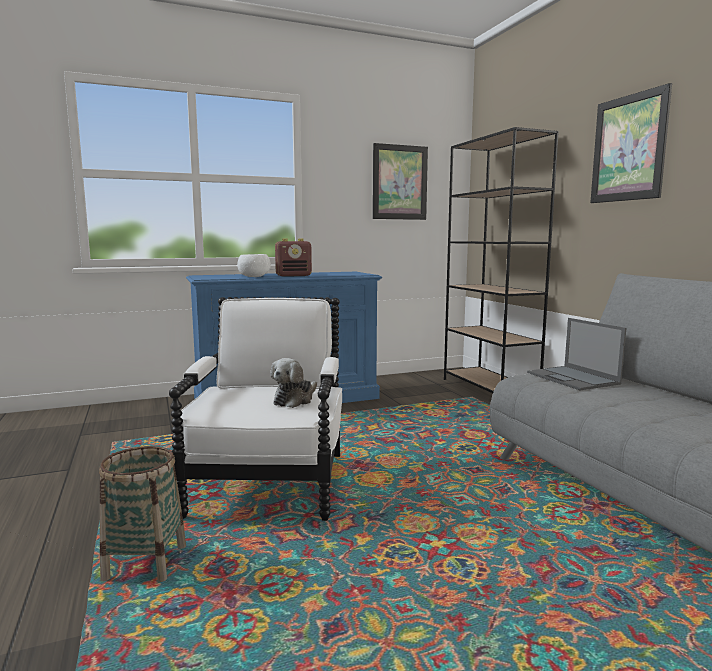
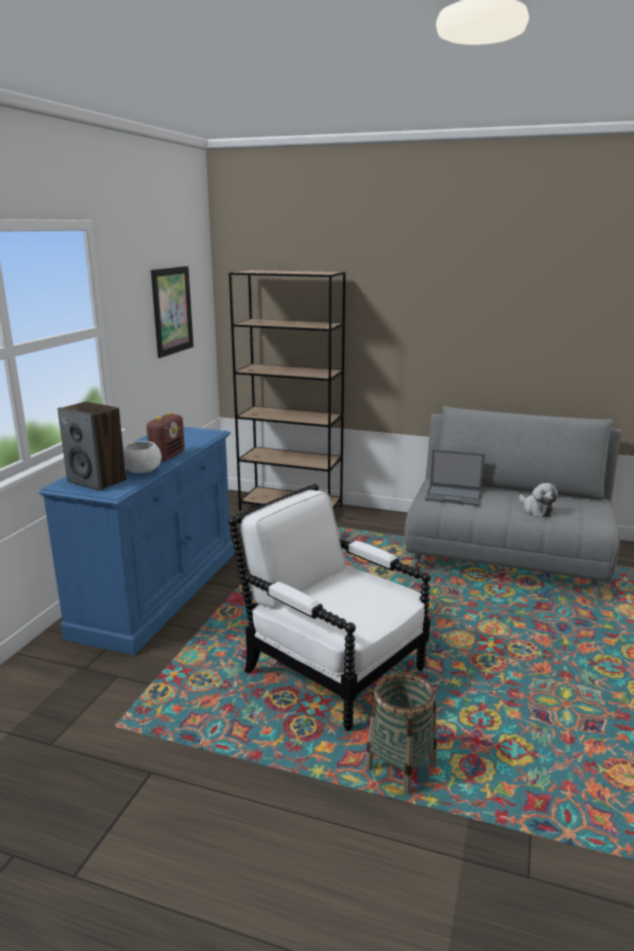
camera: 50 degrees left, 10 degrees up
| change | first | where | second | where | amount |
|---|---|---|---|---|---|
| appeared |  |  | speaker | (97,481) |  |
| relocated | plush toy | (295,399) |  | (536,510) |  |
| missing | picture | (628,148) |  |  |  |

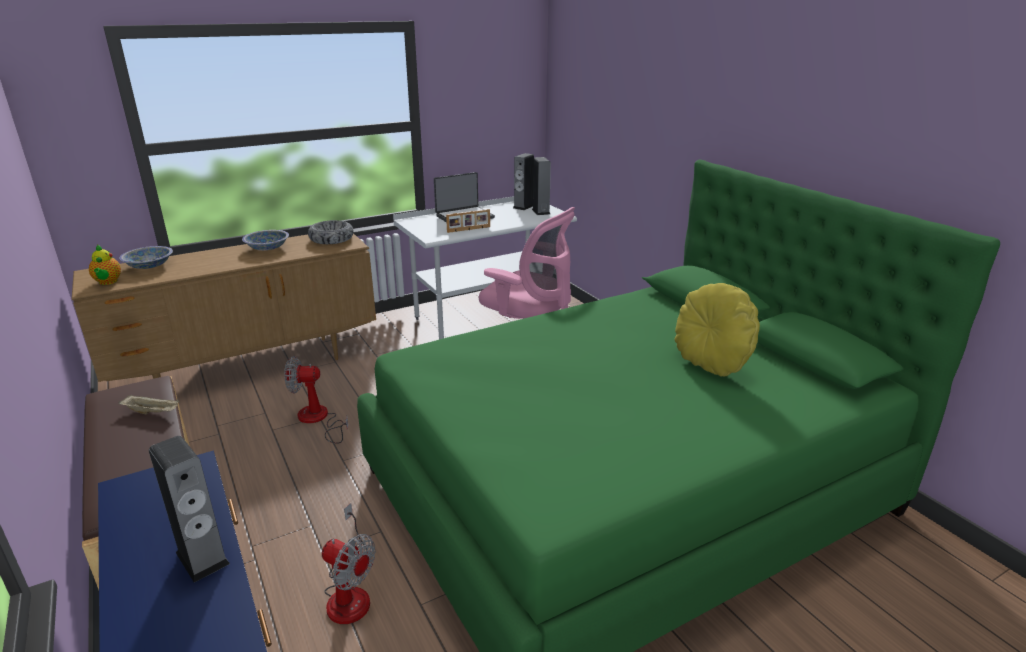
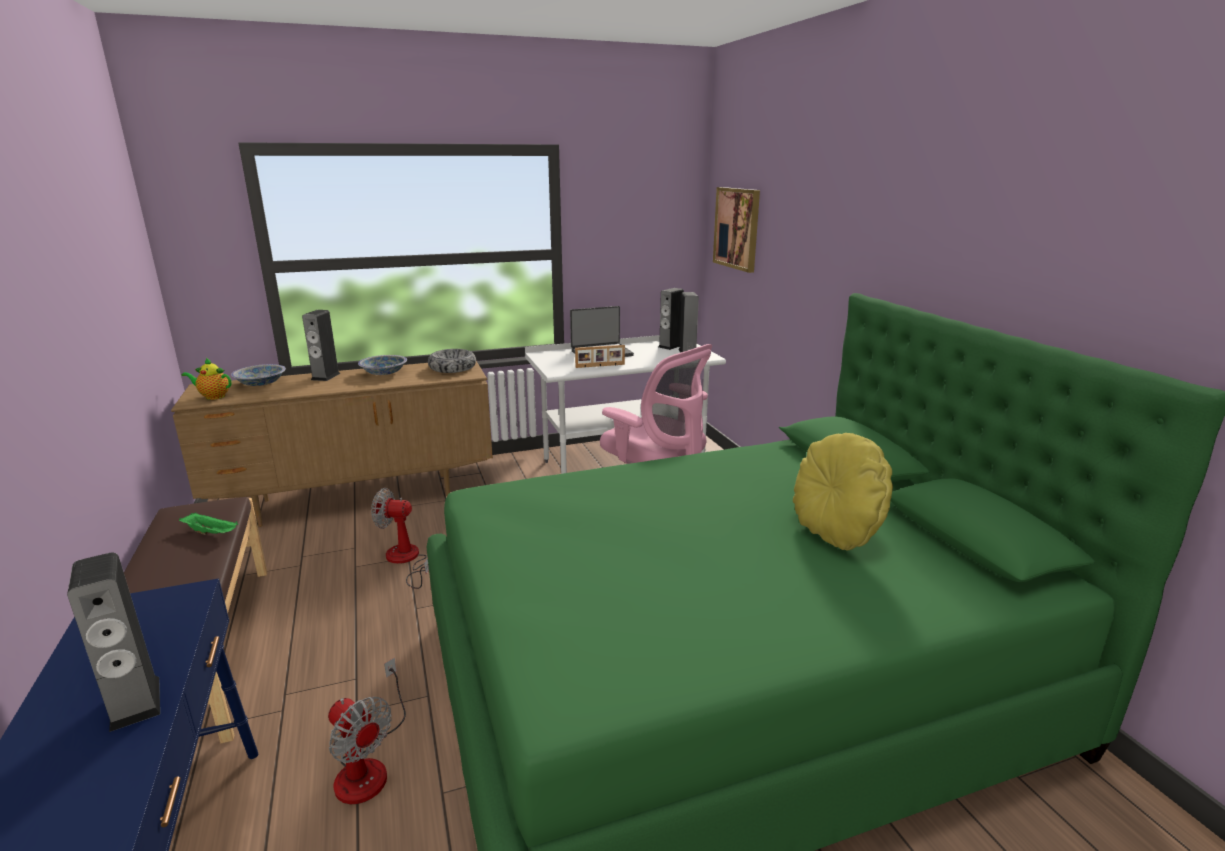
camera: 10 degrees right, 5 degrees down
| change | first | where | second | where | amount |
|---|---|---|---|---|---|
| colour | tray/beige | (153,412) | tray/green | (212,533) |  |
| spun | teapot | (108,282) |  | (213,396) | 105 degrees clockwise |
| appeared |  |  | speaker | (325,376) |  |
| appeared |  |  | picture | (737,228) |  |

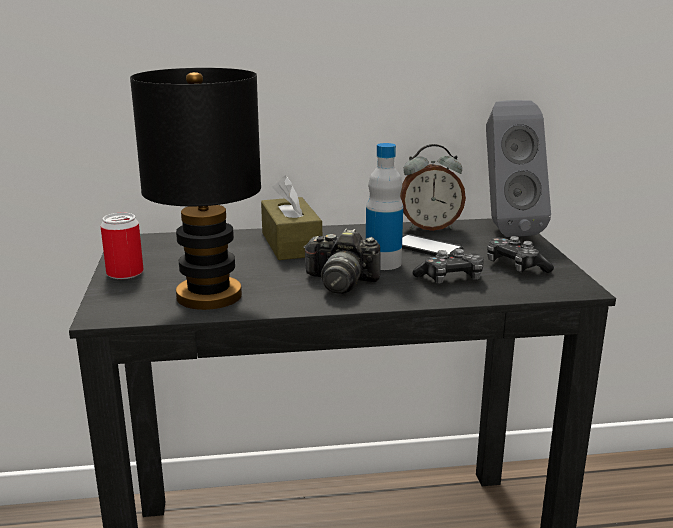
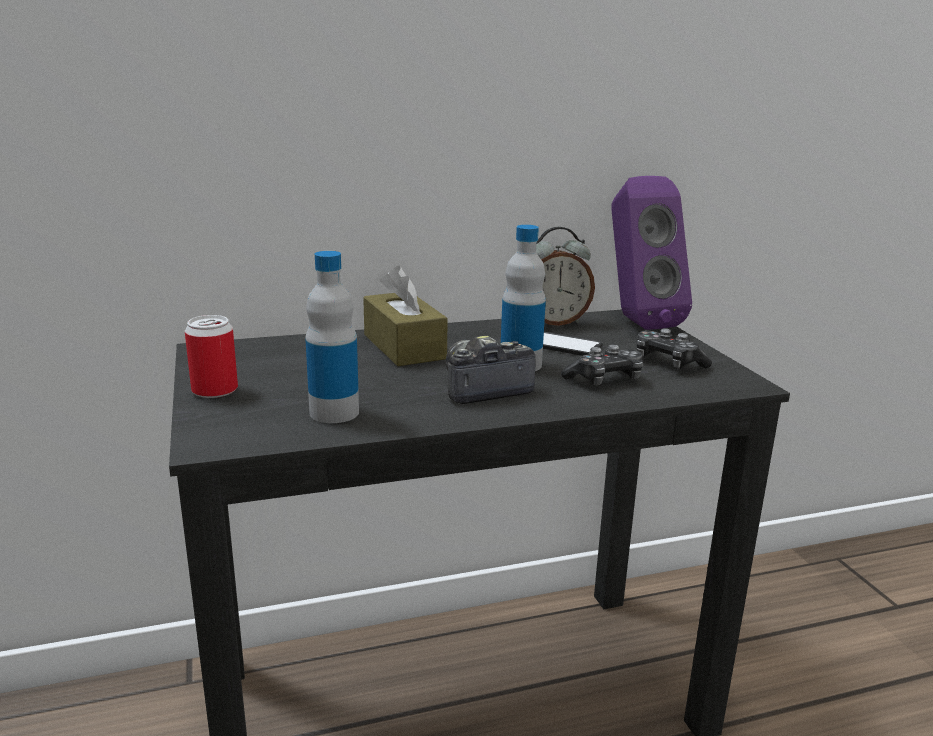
camera: 10 degrees left, 0 degrees up
| change | first | where | second | where | amount |
|---|---|---|---|---|---|
| exchanged | table lamp/black | (211,295) | bottle | (334,412) |  |
| spun | photo camera | (341,282) |  | (482,389) | 150 degrees clockwise |
| colour | speaker/grey | (505,229) | speaker/purple | (636,322) |  |

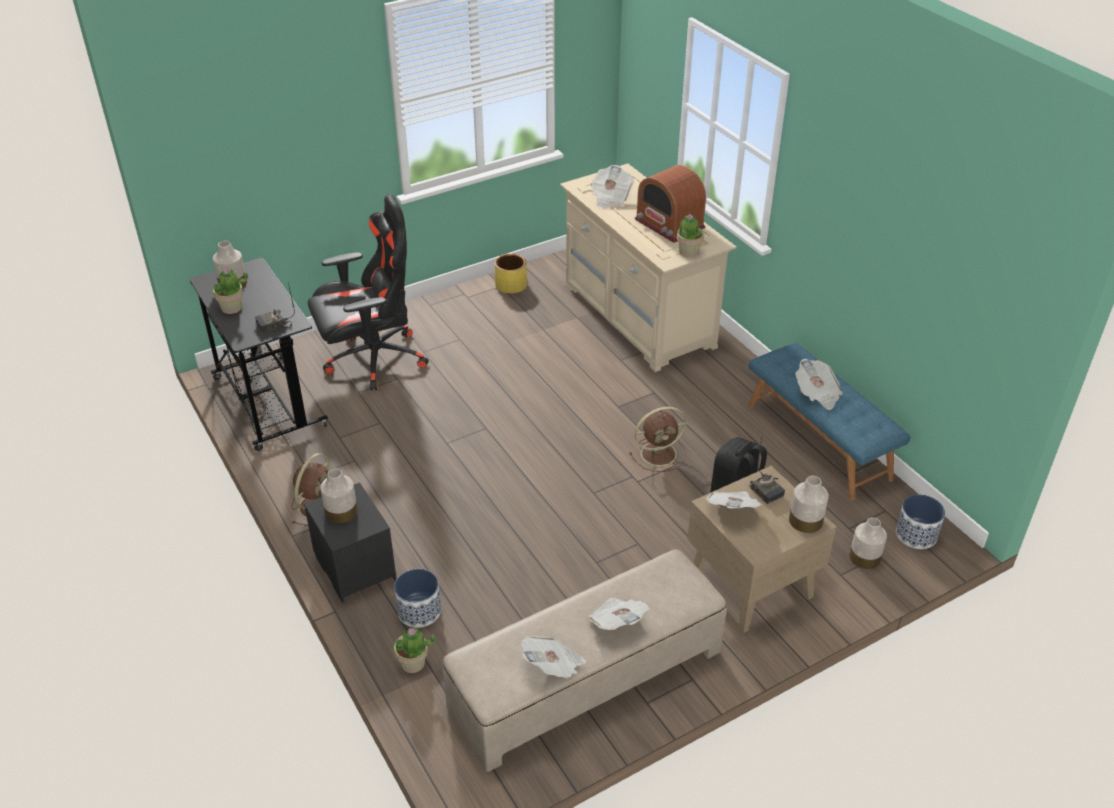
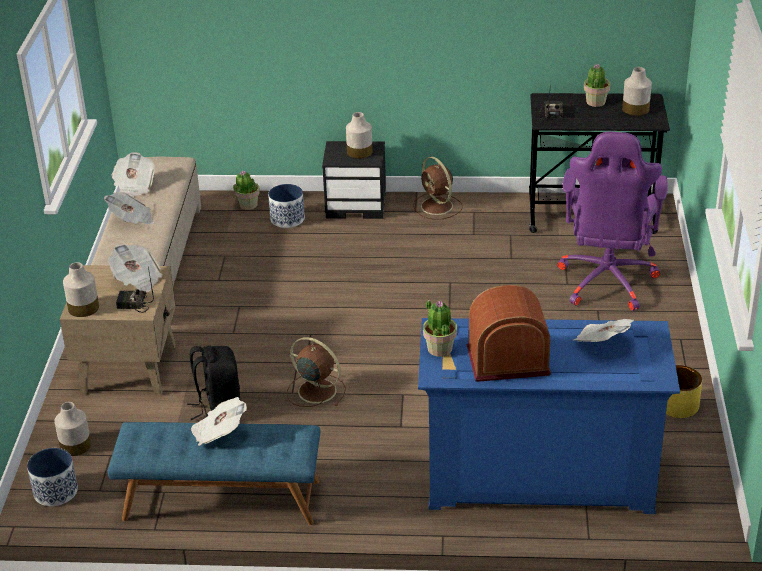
camera: 125 degrees right, 5 degrees down
| change | first | where | second | where | amount |
|---|---|---|---|---|---|
| spun | fan/brown | (660,453) |  | (315,390) | 105 degrees clockwise |
| colour | dresser/beige | (639,316) | dresser/blue | (538,476) |  |
| colour | office chair/black | (369,362) | office chair/purple | (607,276) |  |

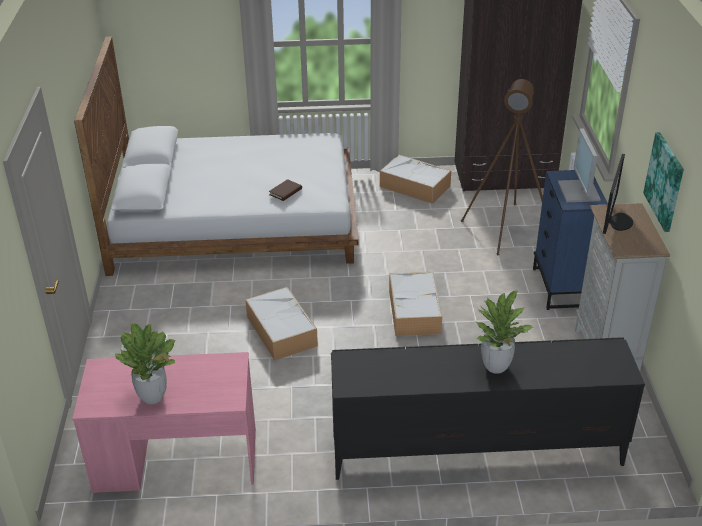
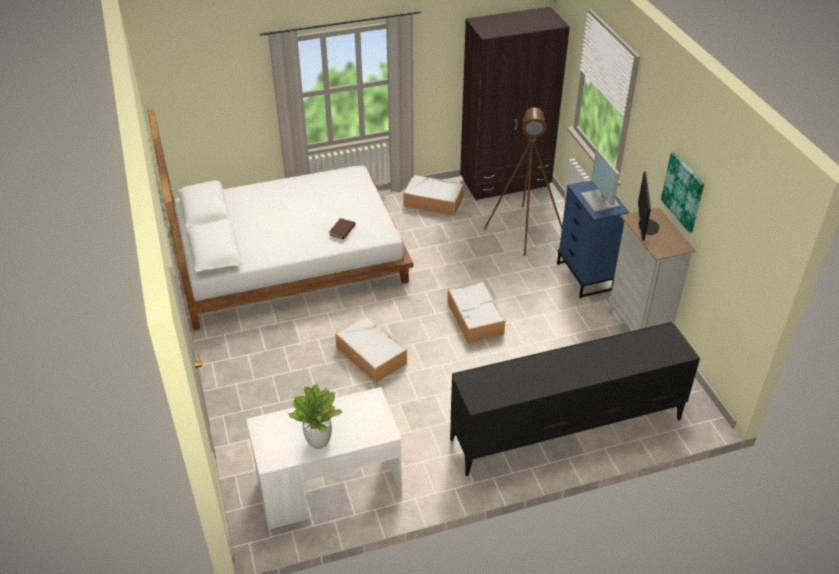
camera: 15 degrees left, 5 degrees up
| change | first | where | second | where | amount |
|---|---|---|---|---|---|
| colour | desk/pink | (176,460) | desk/white | (329,486) |  |
| missing | potted plant | (496,366) |  |  |  |

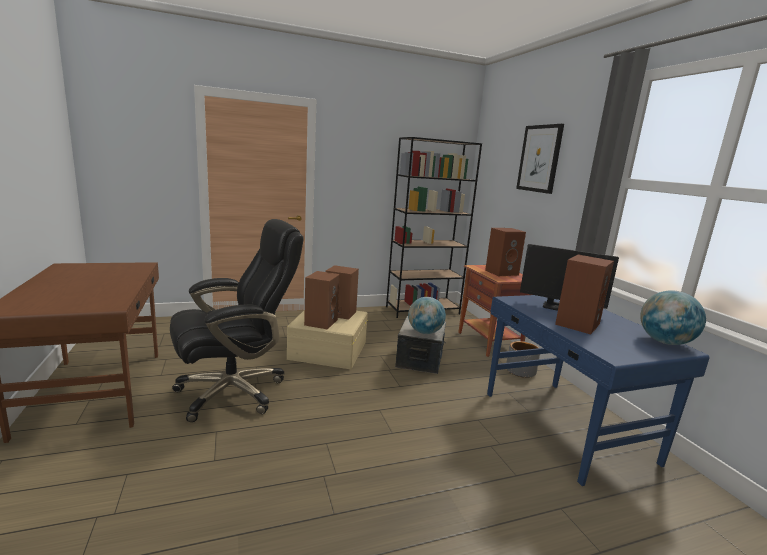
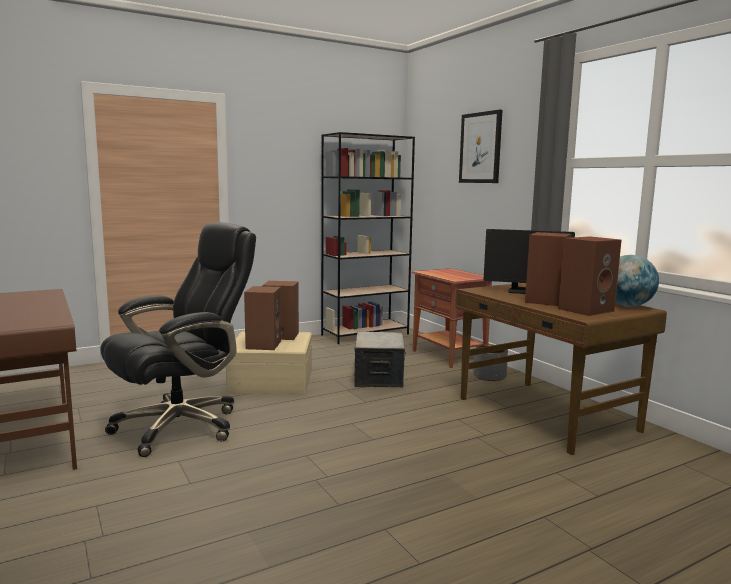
camera: 10 degrees left, 5 degrees down
| change | first | where | second | where | amount |
|---|---|---|---|---|---|
| colour | desk/blue | (564,427) | desk/brown | (545,415) |  |
| relocated | speaker/brown | (502,272) |  | (586,309) |  |
| missing | globe | (424,332) |  |  |  |

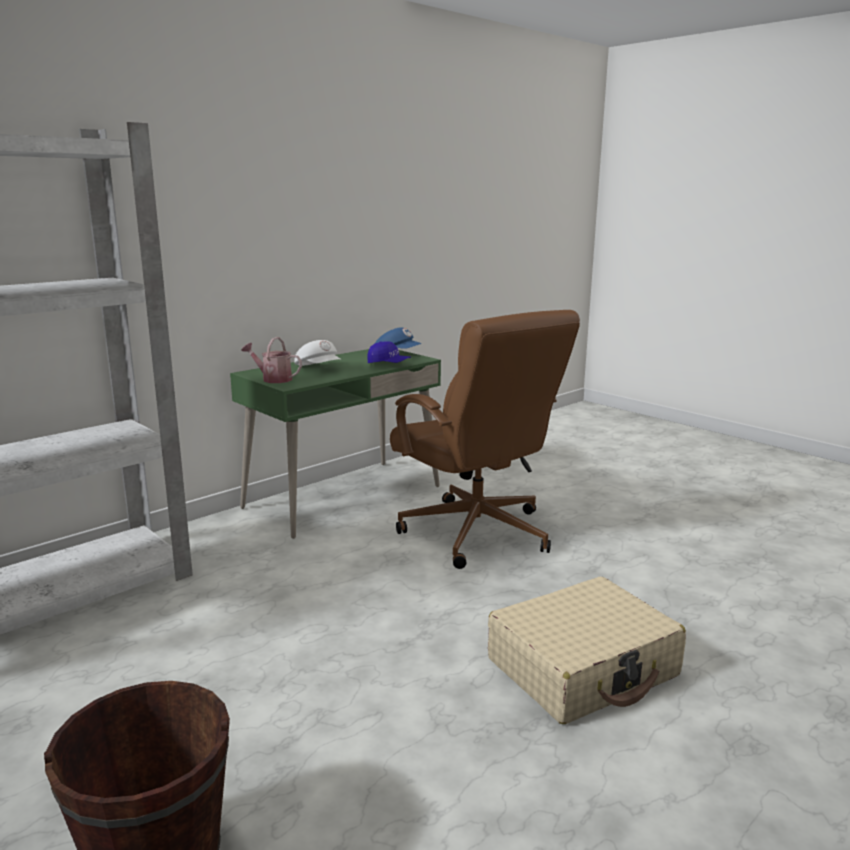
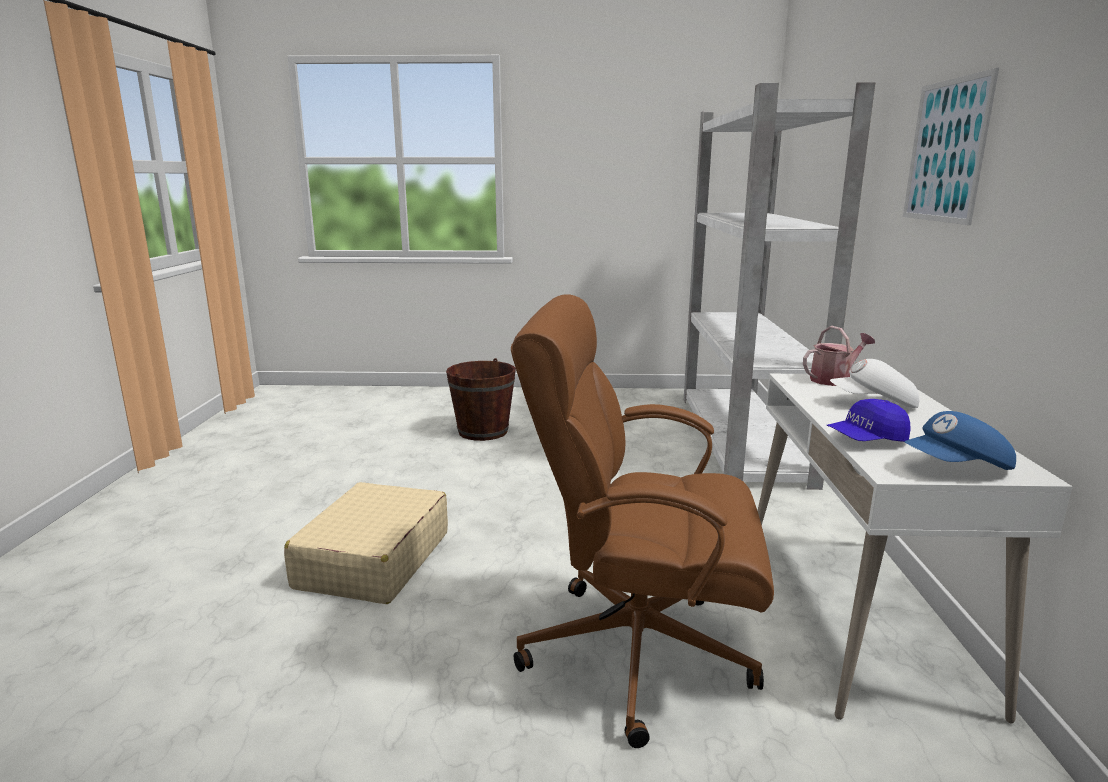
camera: 135 degrees right, 0 degrees up
| change | first | where | second | where | amount |
|---|---|---|---|---|---|
| colour | desk/green | (343,497) | desk/white | (857,615) |  |
| appeared |  |  | picture | (946,151) |  |

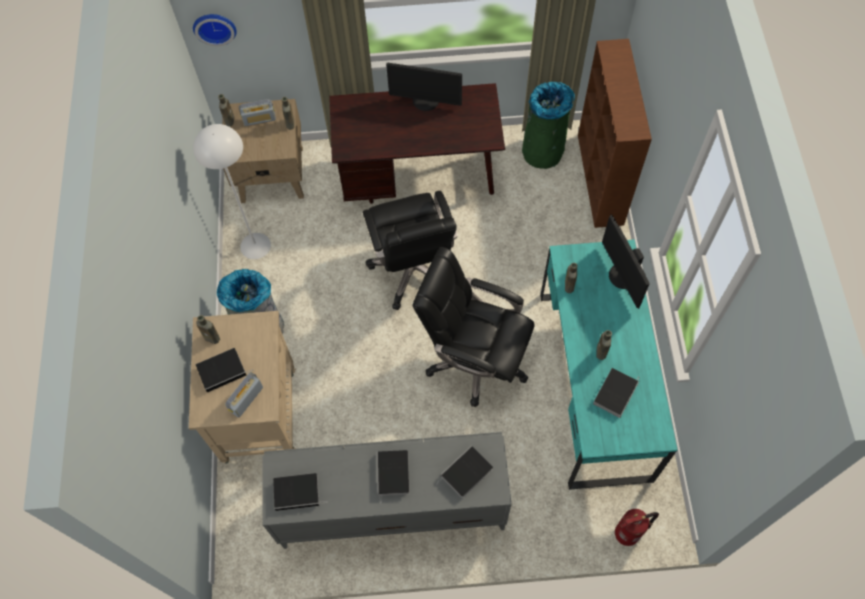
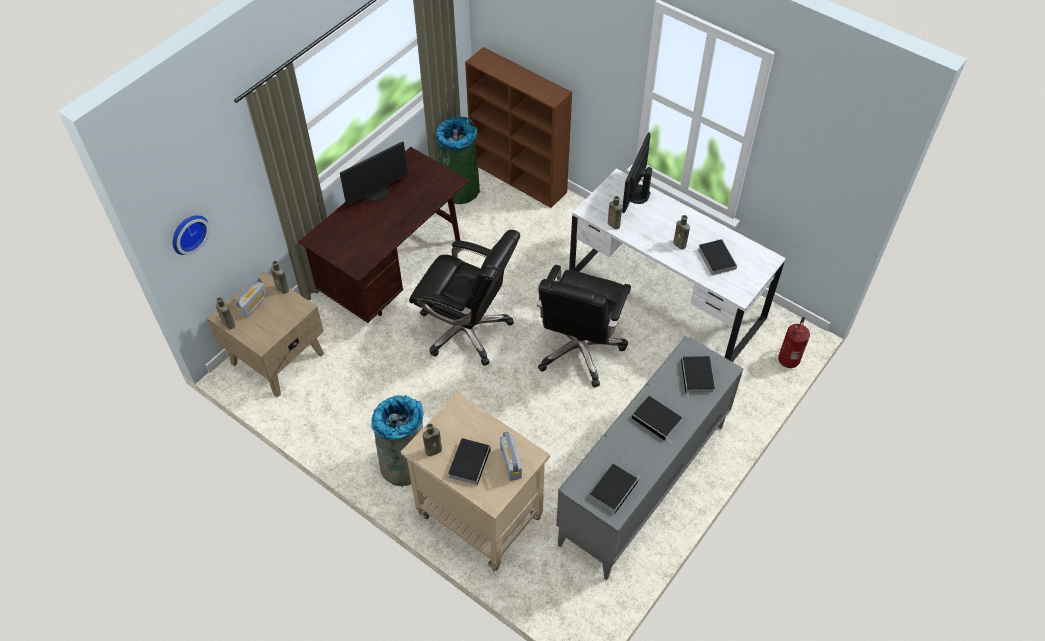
camera: 50 degrees left, 10 degrees down
| change | first | where | second | where | amount |
|---|---|---|---|---|---|
| spun | office chair/black | (475,361) |  | (579,349) | 45 degrees counterclockwise |
| colour | desk/turquoise | (593,384) | desk/white | (665,296) |  |
| spun | monitor | (622,276) |  | (636,194) | 90 degrees clockwise |
| missing | floor lamp/white | (255,245) |  |  |  |

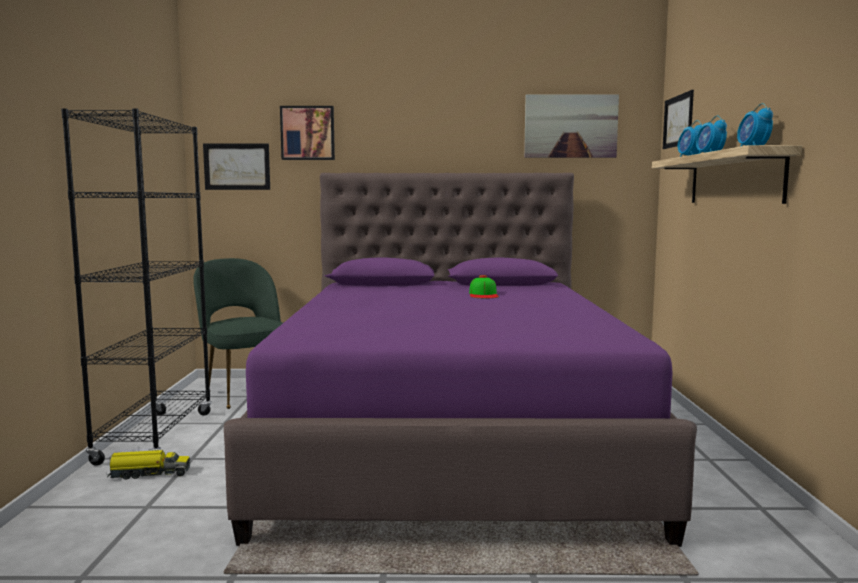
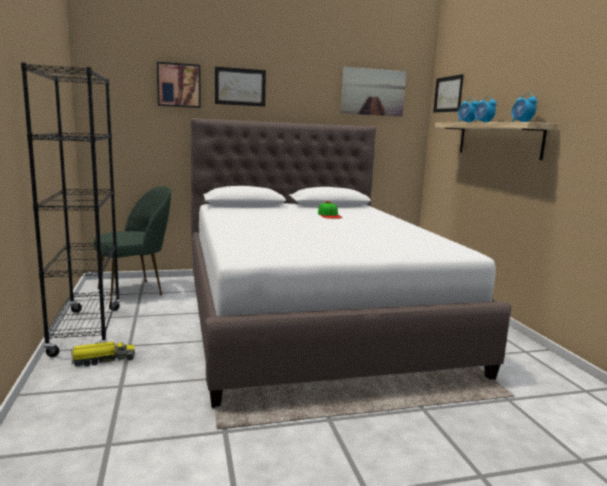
camera: 15 degrees left, 5 degrees up
| change | first | where | second | where | amount |
|---|---|---|---|---|---|
| spun | chair/green | (245,393) |  | (135,291) | 105 degrees clockwise |
| colour | bed/purple | (450,437) | bed/white | (312,317) |  |
| relocated | picture | (237,166) |  | (240,87) |  |

